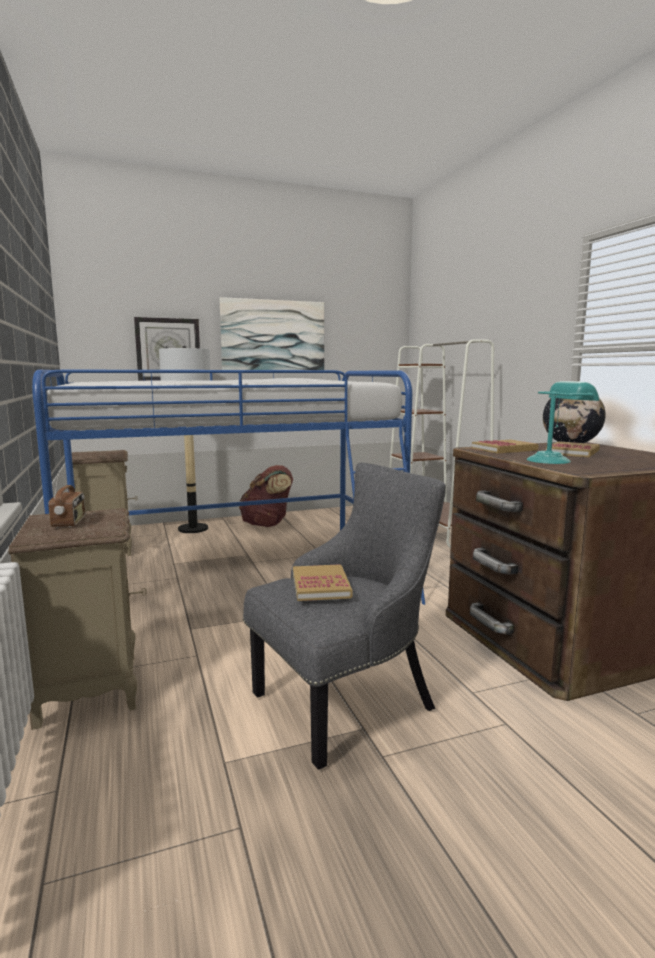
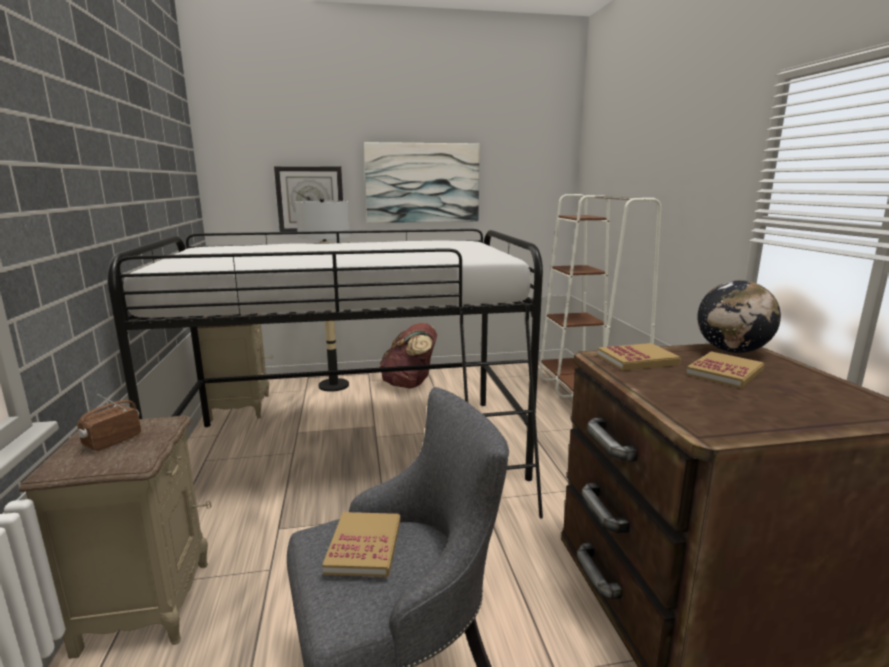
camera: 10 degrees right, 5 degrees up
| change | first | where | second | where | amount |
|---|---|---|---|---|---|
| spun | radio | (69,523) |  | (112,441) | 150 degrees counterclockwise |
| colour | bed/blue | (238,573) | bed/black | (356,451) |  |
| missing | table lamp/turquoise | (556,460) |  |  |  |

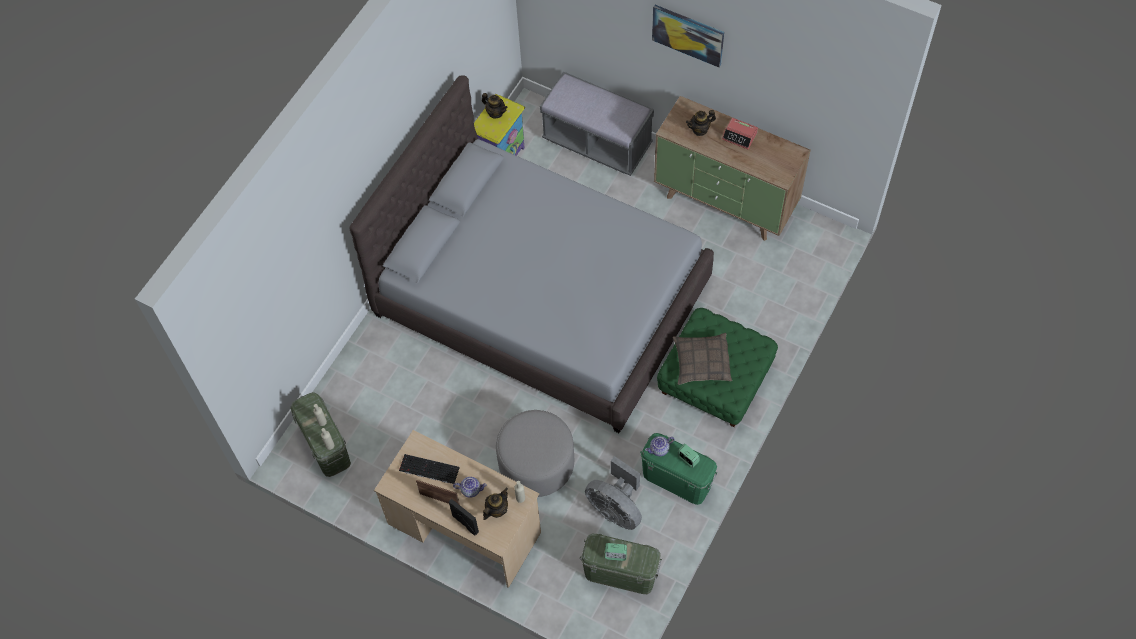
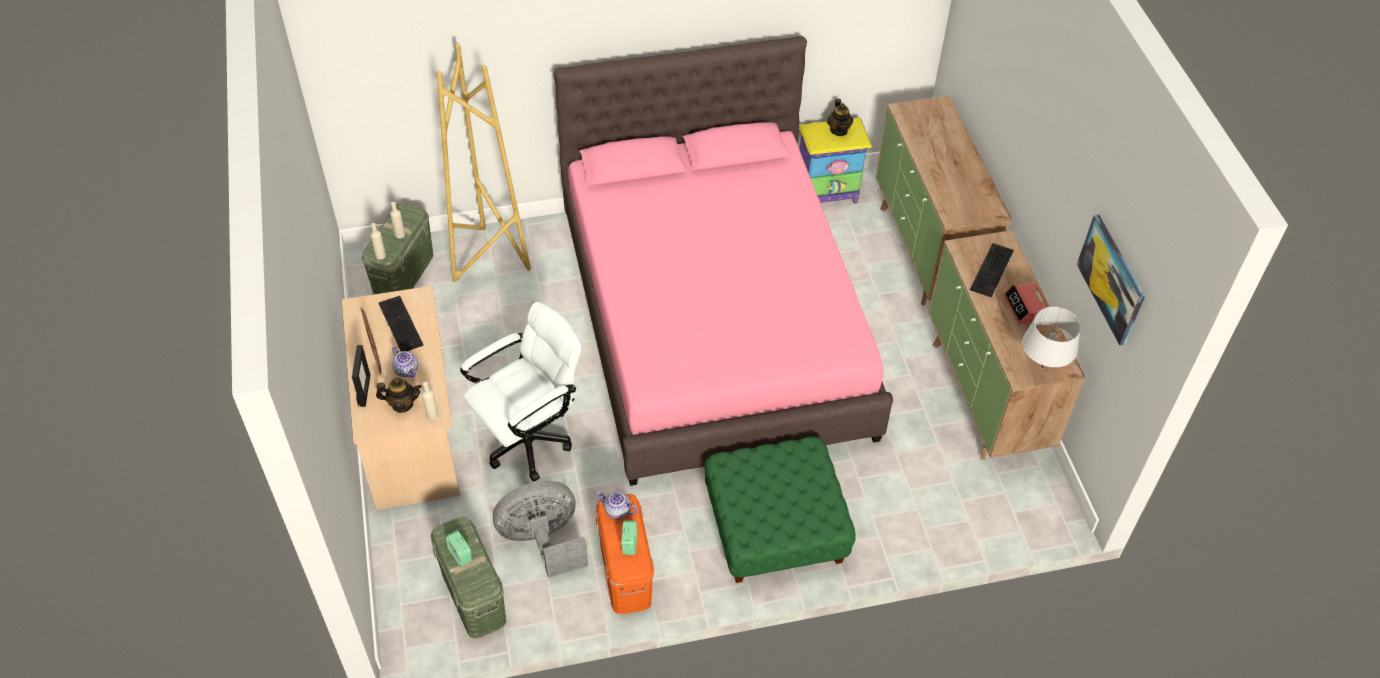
camera: 45 degrees right, 10 degrees down
| change | first | where | second | where | amount |
|---|---|---|---|---|---|
| appeared |  |  | clothes rack/yellow | (489,259) |  |
| exchanged | ottoman/grey | (536,464) | office chair/white | (531,441) |  |
| spun | fan/grey | (616,508) |  | (543,541) | 75 degrees clockwise |
| colour | bed/grey | (542,297) | bed/pink | (715,323) |  |
| colour | storage box/green | (677,479) | storage box/orange | (626,573) |  |
| exchanged | bench/grey | (597,143) | dresser | (927,251) |  |
| exchanged | teapot | (700,130) | keyboard | (992,271) |  |
| appeared |  |  | table lamp/grey | (1042,367) |  |
| relocated | picture | (688,34) |  | (1112,279) |  |
| missing | pillow | (701,362) |  |  |  |

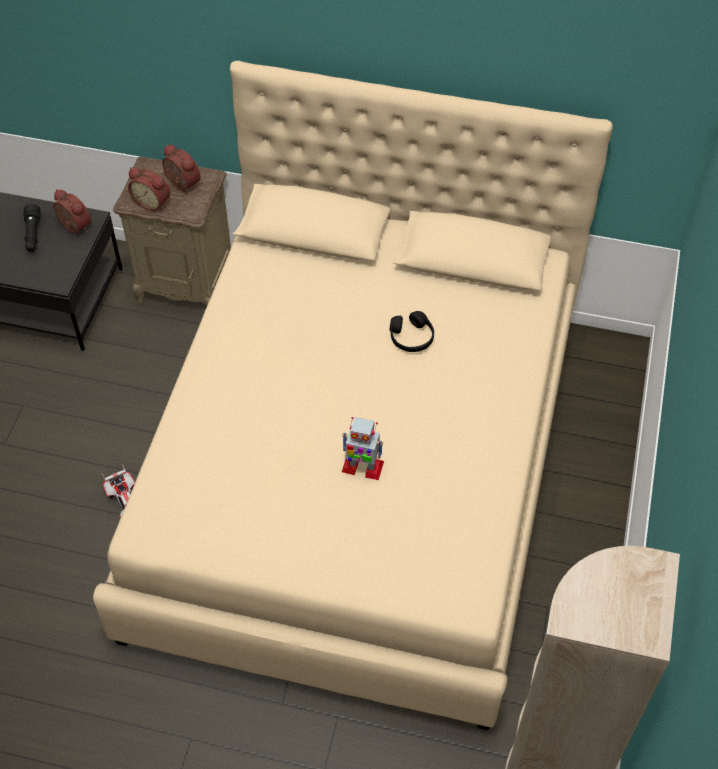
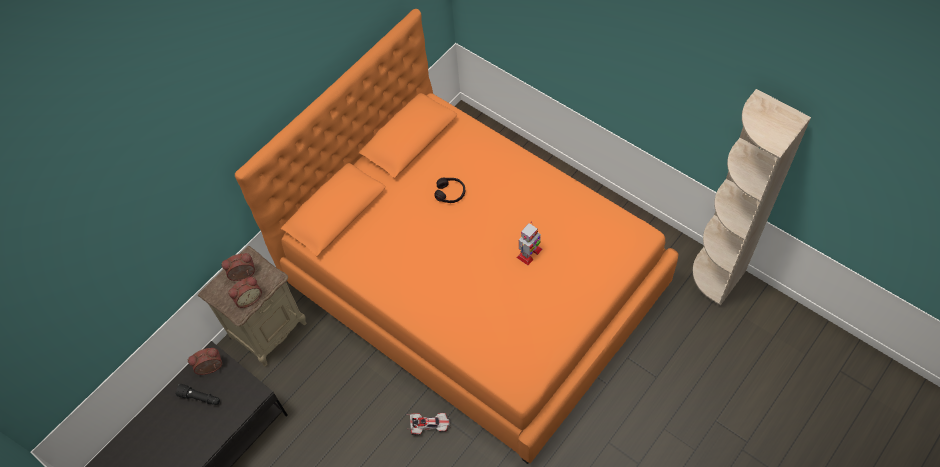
camera: 60 degrees left, 5 degrees up
| change | first | where | second | where | amount |
|---|---|---|---|---|---|
| colour | bed/beige | (359,472) | bed/orange | (474,284) |  |

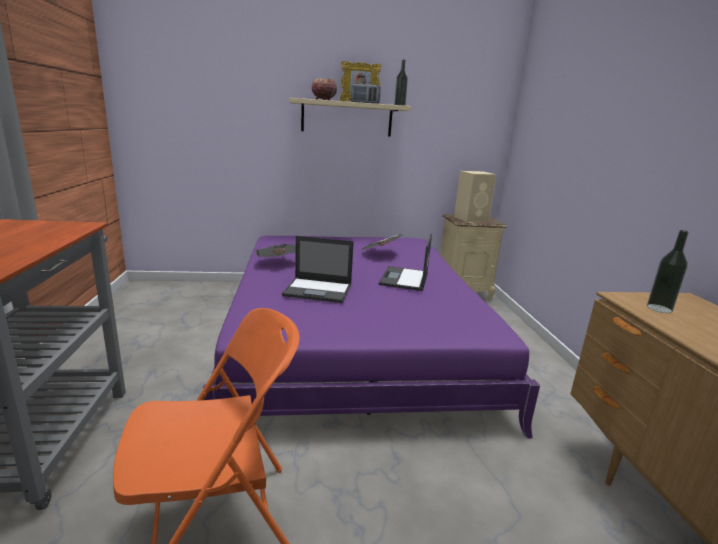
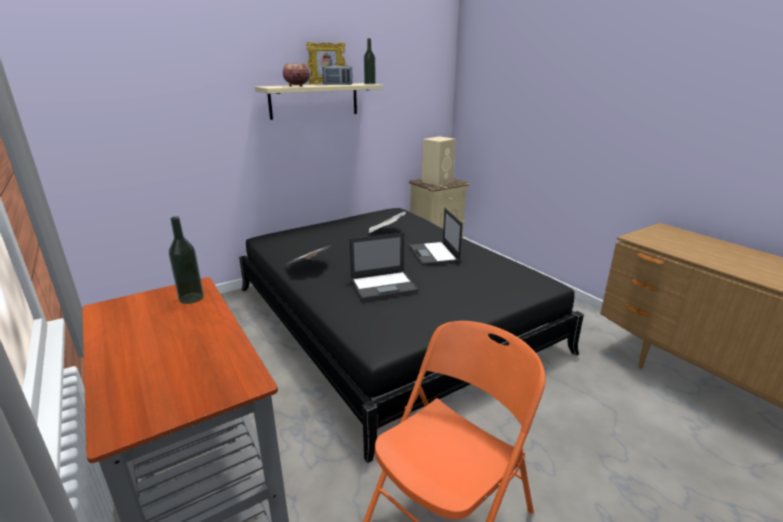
camera: 25 degrees left, 5 degrees up
| change | first | where | second | where | amount |
|---|---|---|---|---|---|
| relocated | bottle | (659,308) |  | (191,298) |  |
| colour | bed/purple | (352,338) | bed/black | (389,318) |  |

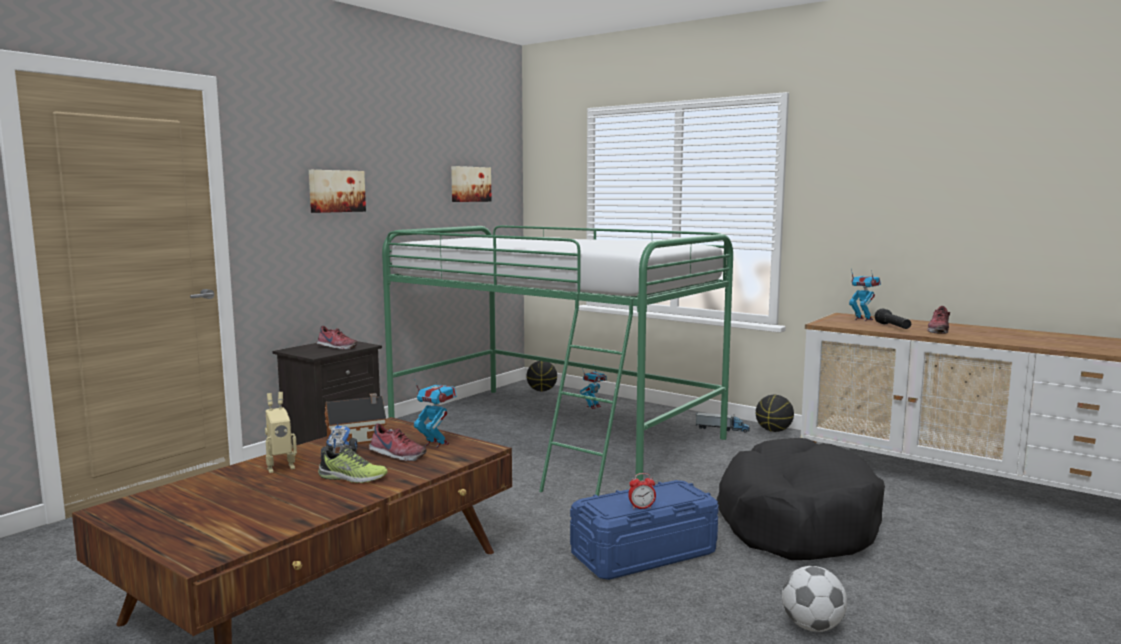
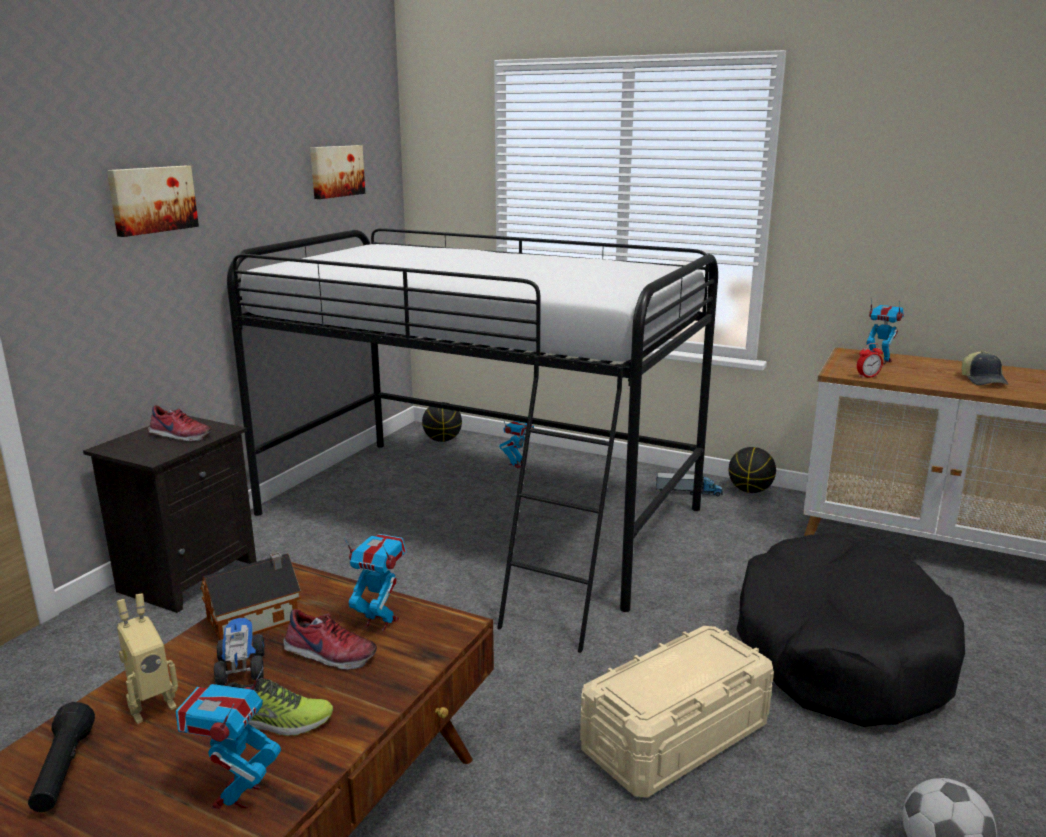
camera: 10 degrees left, 10 degrees up
| change | first | where | second | where | amount |
|---|---|---|---|---|---|
| relocated | flashlight/black | (893,327) |  | (63,771) |  |
| appeared |  |  | toy robot | (237,795) |  |
| colour | bed/green | (553,432) | bed/black | (480,515) |  |
| colour | storage box/blue | (644,553) | storage box/beige | (675,736) |  |
| relocated | alarm clock | (641,507) |  | (867,377) |  |
| exchanged | shoe | (937,330) | cap | (983,380) |  |

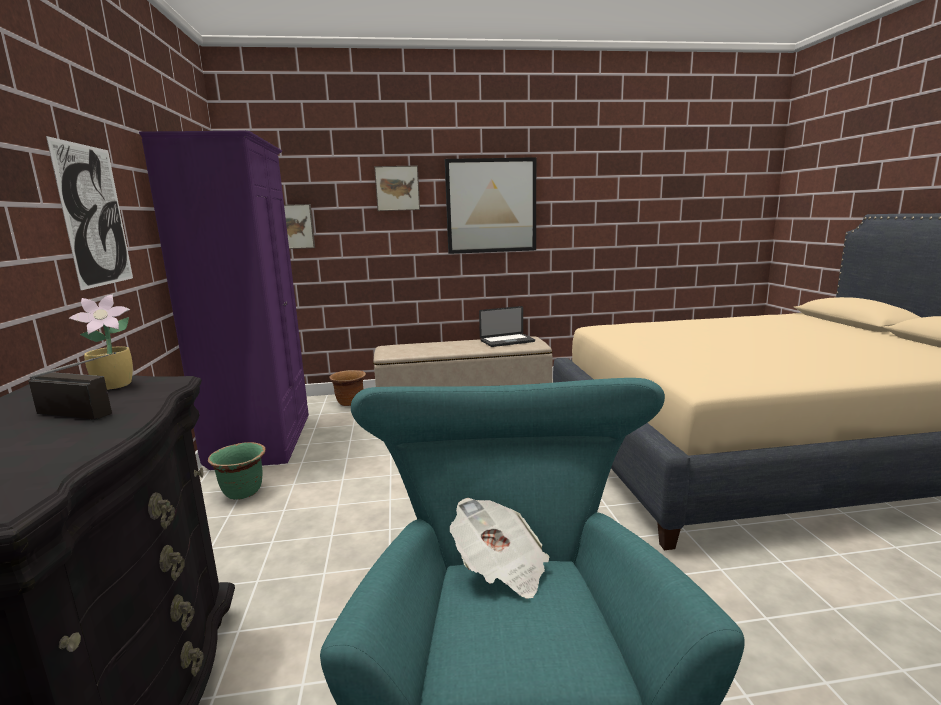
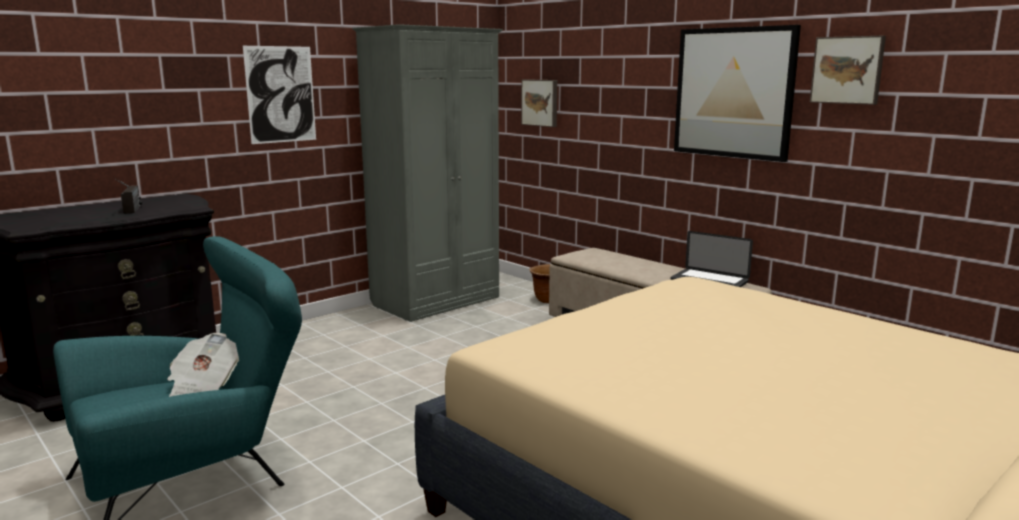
camera: 55 degrees right, 0 degrees up
| change | first | where | second | where | amount |
|---|---|---|---|---|---|
| colour | wardrobe/purple | (262,440) | wardrobe/grey | (436,301) |  |
| relocated | picture | (397,188) |  | (848,70) |  |
| missing | potted plant | (116,385) |  |  |  |
| missing | planter/green | (243,492) |  |  |  |

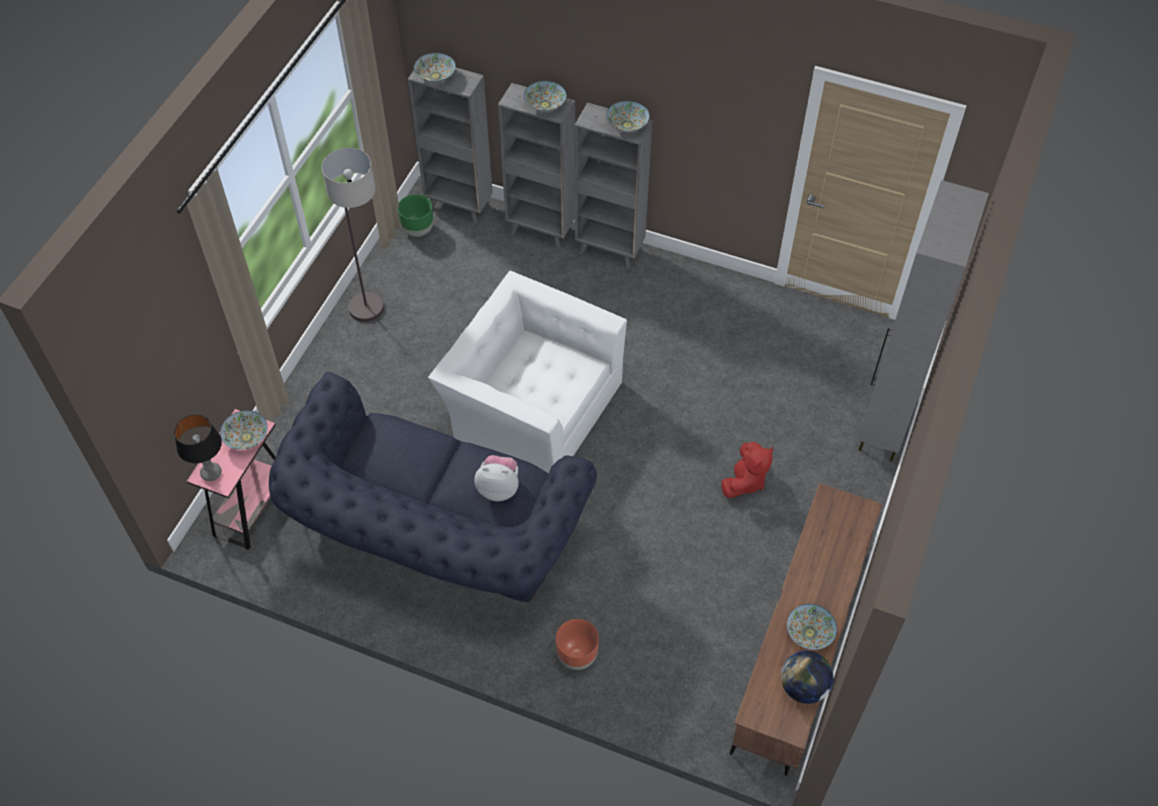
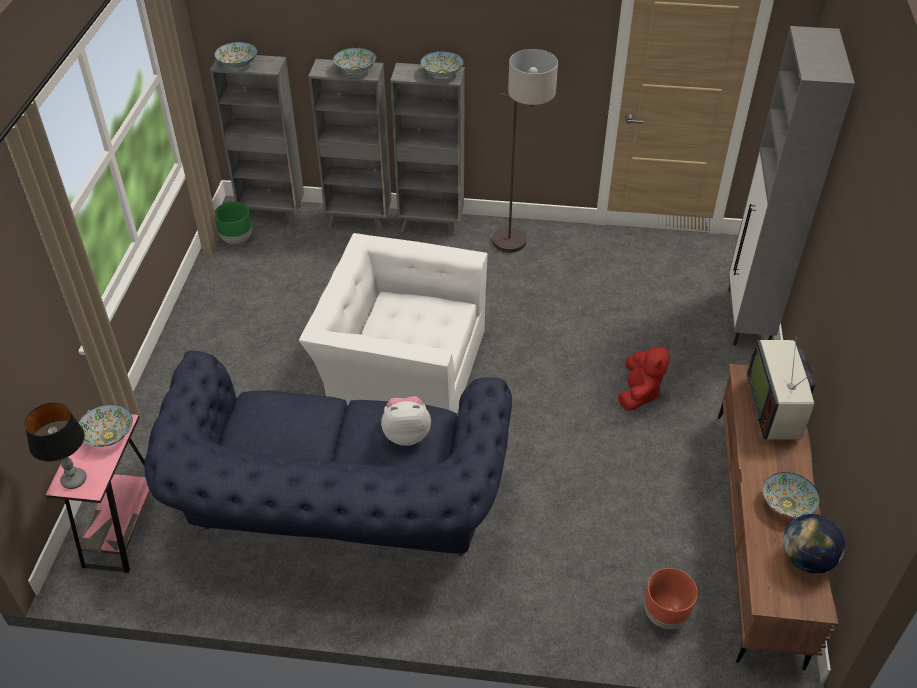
camera: 15 degrees left, 10 degrees down
| change | first | where | second | where | amount |
|---|---|---|---|---|---|
| relocated | floor lamp/grey | (373,314) |  | (518,245) |  |
| relocated | planter/brown | (577,656) |  | (665,615) |  |
| appeared |  |  | television | (776,408) |  |

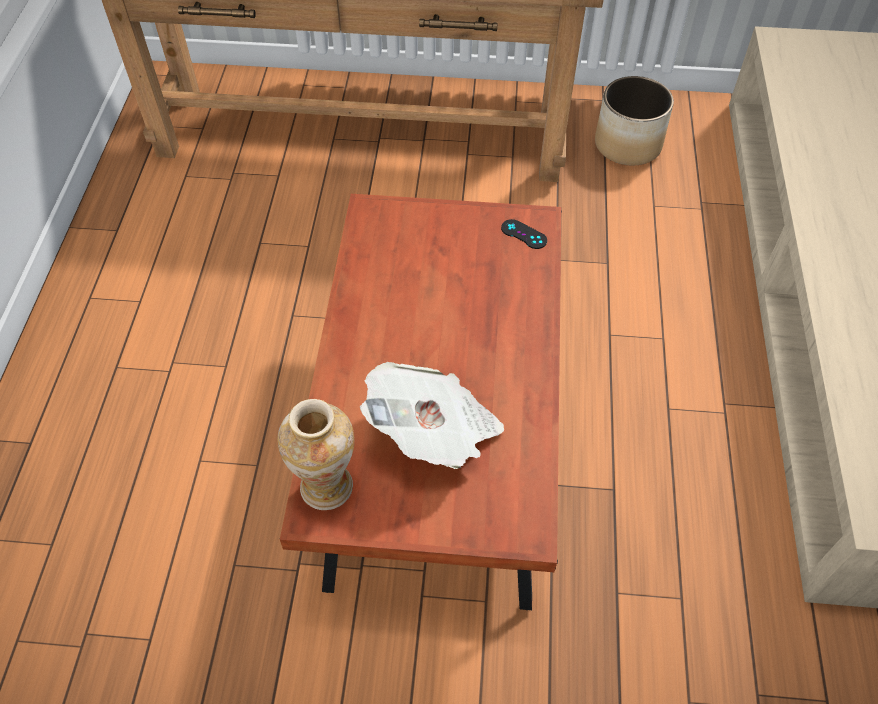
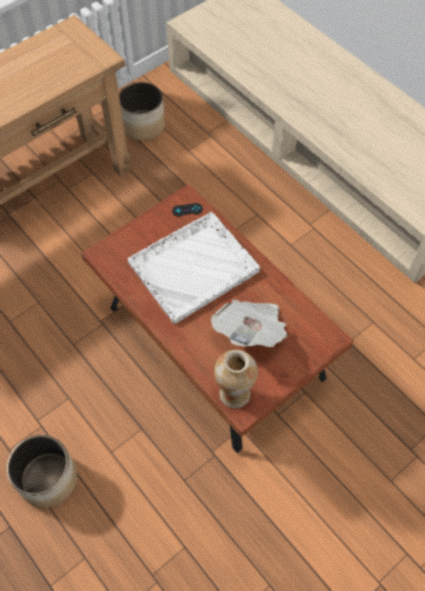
camera: 45 degrees left, 5 degrees up
| change | first | where | second | where | amount |
|---|---|---|---|---|---|
| appeared |  |  | planter | (47,479) |  |
| appeared |  |  | tray/white | (195,267) |  |

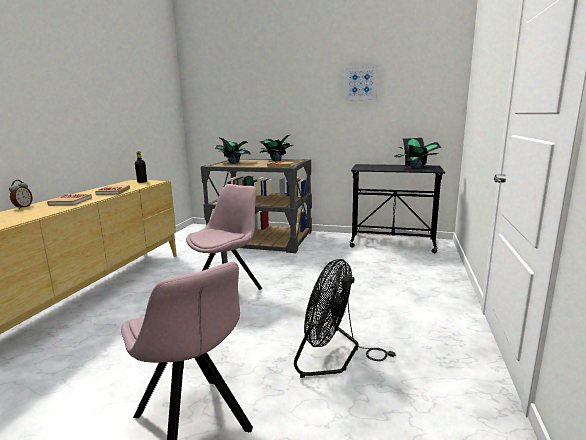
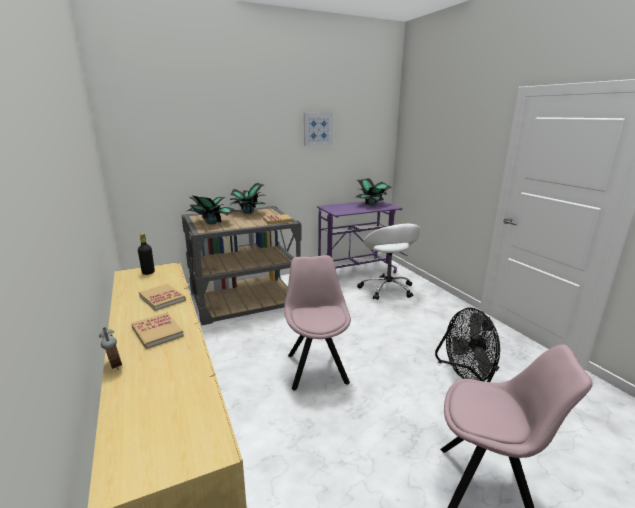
camera: 40 degrees left, 5 degrees up
| change | first | where | second | where | amount |
|---|---|---|---|---|---|
| colour | desk/black | (392,243) | desk/purple | (356,271) |  |
| appeared |  |  | office chair/white | (387,290) |  |

